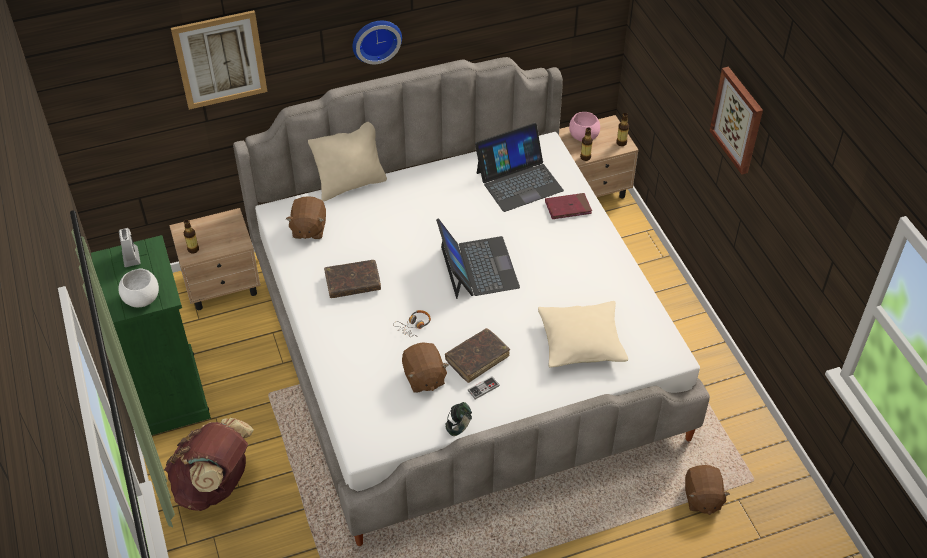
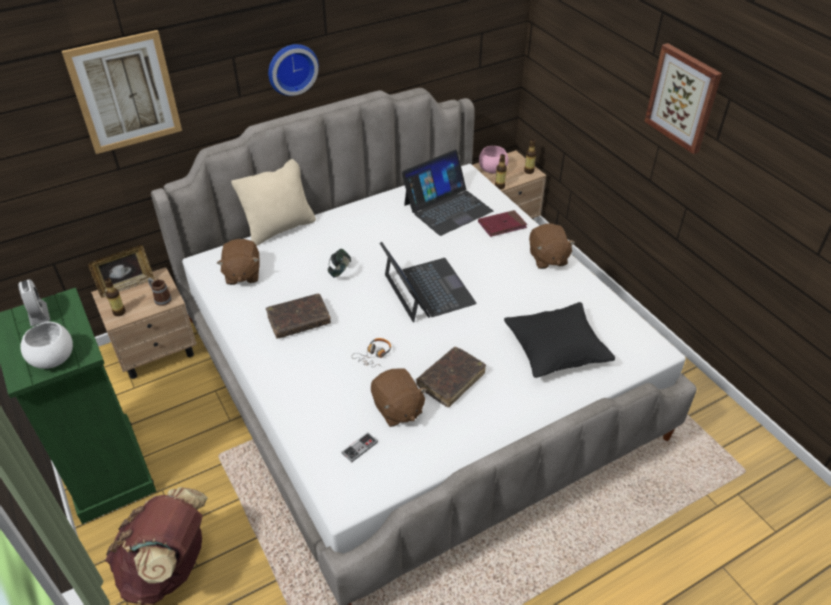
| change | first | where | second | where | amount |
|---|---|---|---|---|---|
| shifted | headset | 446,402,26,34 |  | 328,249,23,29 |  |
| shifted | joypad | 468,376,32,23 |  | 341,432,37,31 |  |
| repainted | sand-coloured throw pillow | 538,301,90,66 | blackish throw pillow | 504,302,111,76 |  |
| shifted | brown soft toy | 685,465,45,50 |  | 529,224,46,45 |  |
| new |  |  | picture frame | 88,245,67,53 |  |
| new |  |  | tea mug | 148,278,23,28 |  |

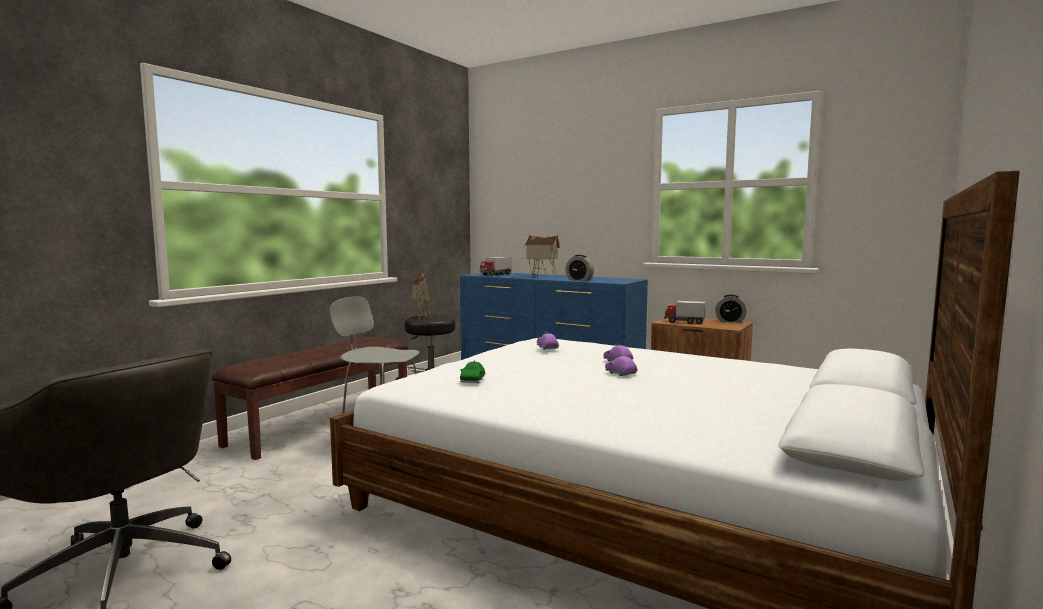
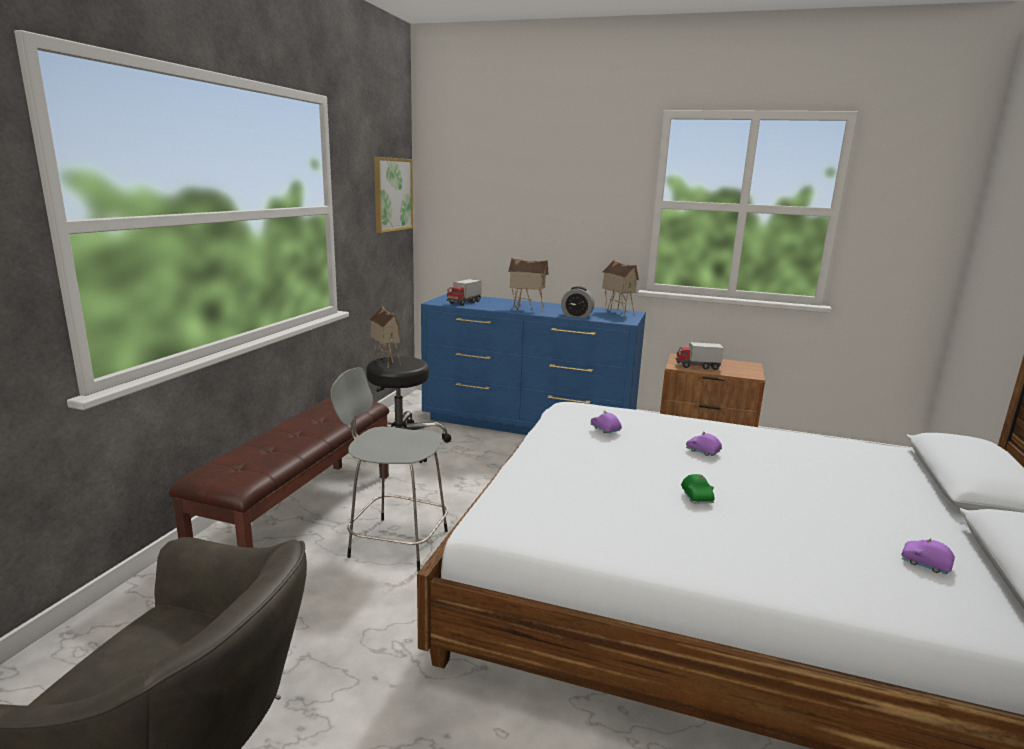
| change | first | where | second | where | amount |
|---|---|---|---|---|---|
| shifted | greenish toy car | 460,360,26,23 |  | 681,474,33,29 |  |
| shifted | purple toy car | 605,354,33,22 |  | 902,538,53,36 |  |
| gone | bedside clock | 715,294,32,29 |  |  |  |
| new |  |  | wall art | 374,157,39,76 |  |
| new |  |  | model house | 602,260,37,56 |  |

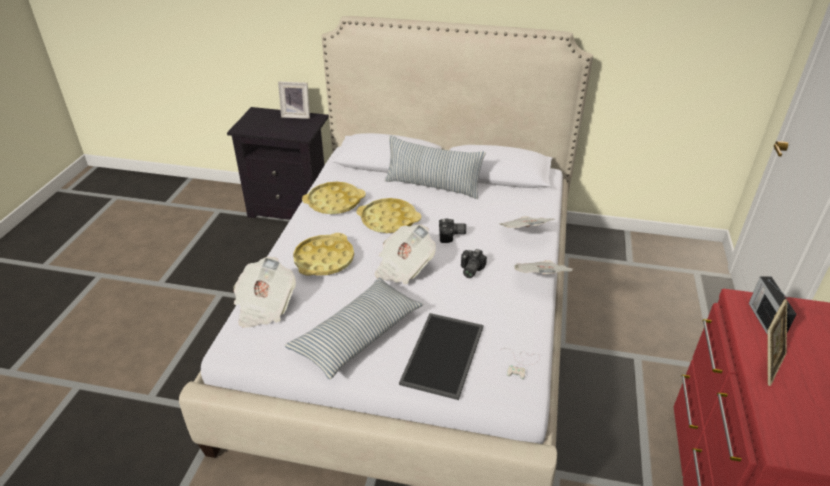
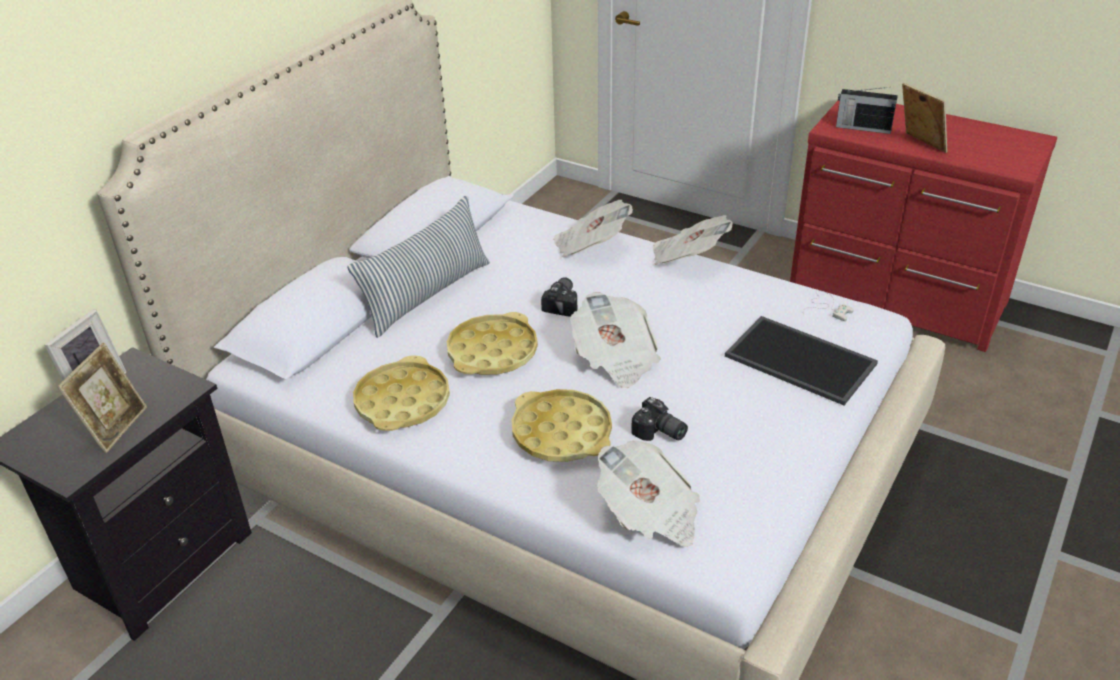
| change | first | where | second | where | amount |
|---|---|---|---|---|---|
| gone | throw pillow | 285,277,139,103 |  |  |  |
| shifted | photo camera | 461,249,26,29 |  | 631,397,57,44 |  |
| new |  |  | picture frame | 57,343,90,110 |  |

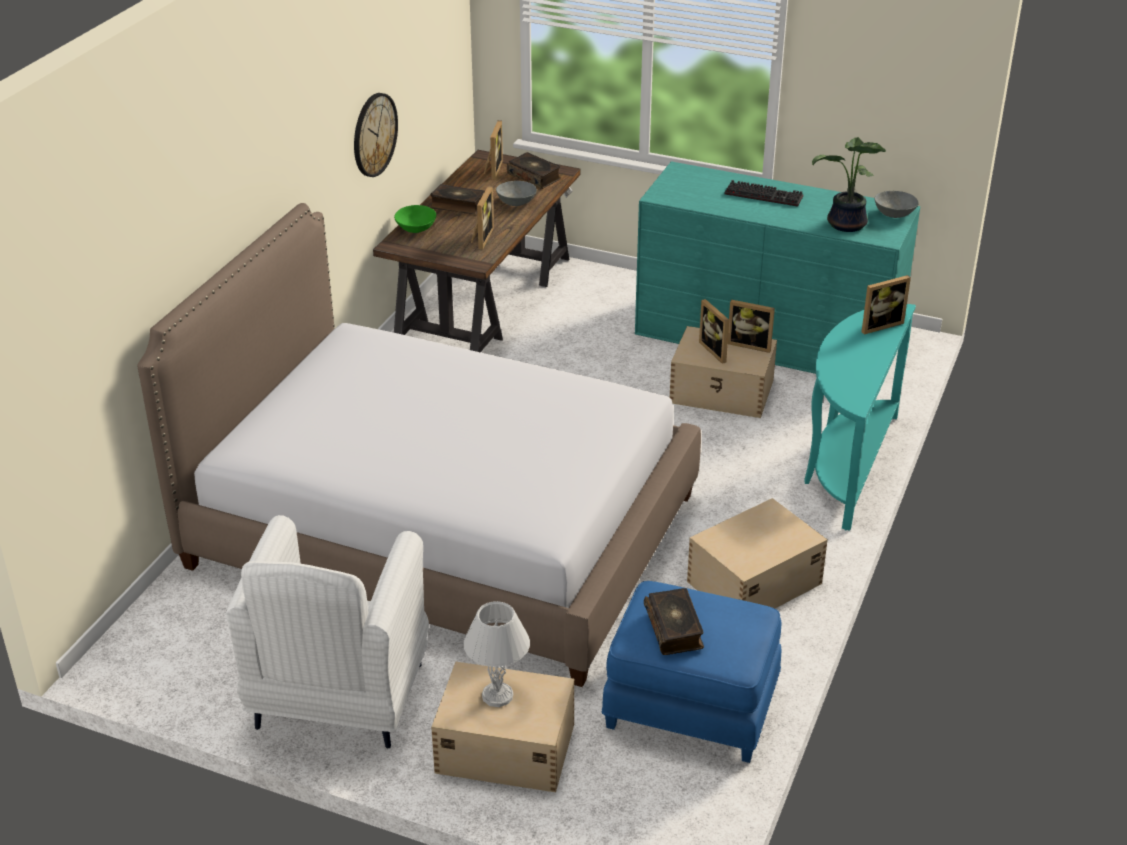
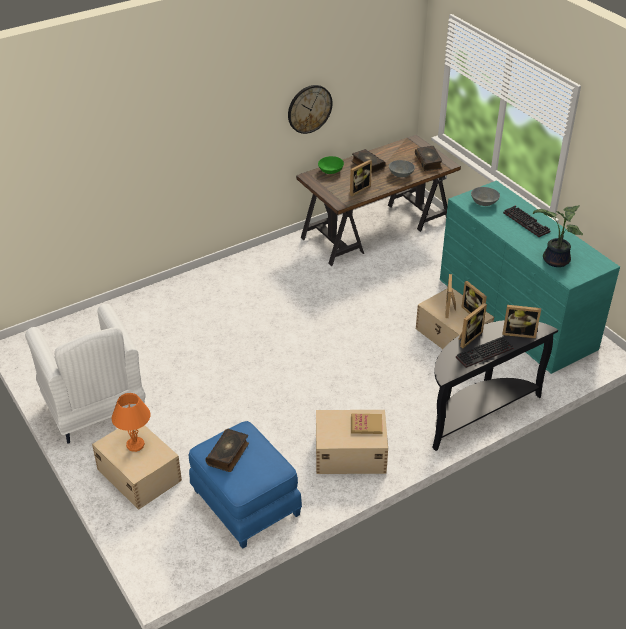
| change | first | where | second | where | amount |
|---|---|---|---|---|---|
| gone | bed | 138,203,563,484 |  |  |  |
| rotated | whitish easy chair | 226,515,203,233 |  | 25,303,121,141 | 75 degrees counterclockwise |
| repainted | whitish table lamp | 463,601,67,106 | orange-coloured table lamp | 111,393,40,59 |  |
| shifted | picture frame | 484,120,19,59 |  | 459,303,28,45 |  |
| repainted | blue-green narrow table | 804,304,112,227 | blackish narrow table | 432,320,126,131 |  |
| shifted | grey bowl | 874,191,45,27 |  | 471,187,29,19 |  |
| new |  |  | book | 351,414,32,20 |  |
| new |  |  | PC keyboard | 456,336,57,32 |  |

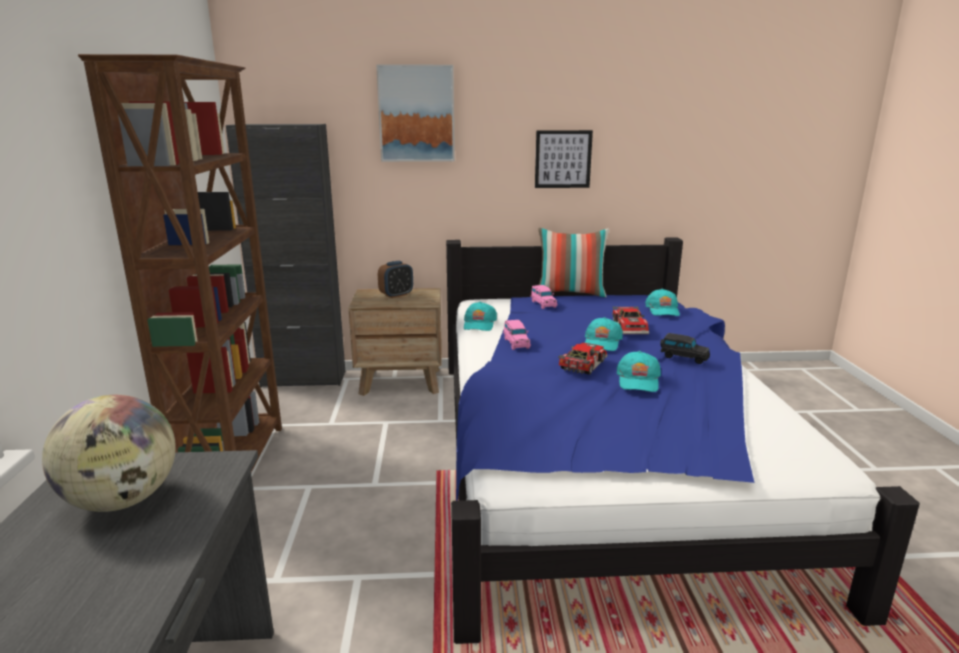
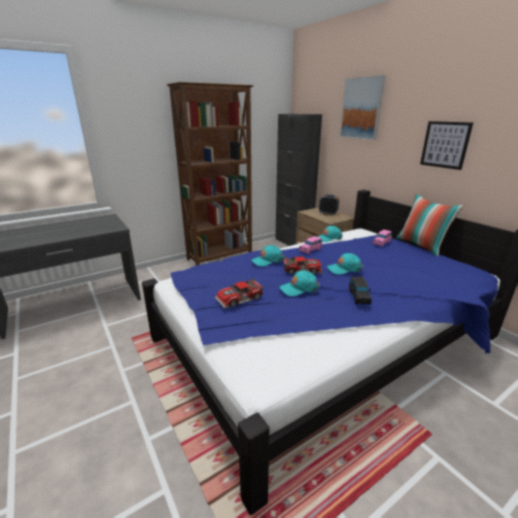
| change | first | where | second | where | amount |
|---|---|---|---|---|---|
| gone | desk globe | 42,395,134,117 |  |  |  |
| shifted | toy car | 612,306,37,28 |  | 215,278,50,31 |  |
| shifted | blue-green cap | 645,289,35,27 |  | 251,245,33,22 |  |

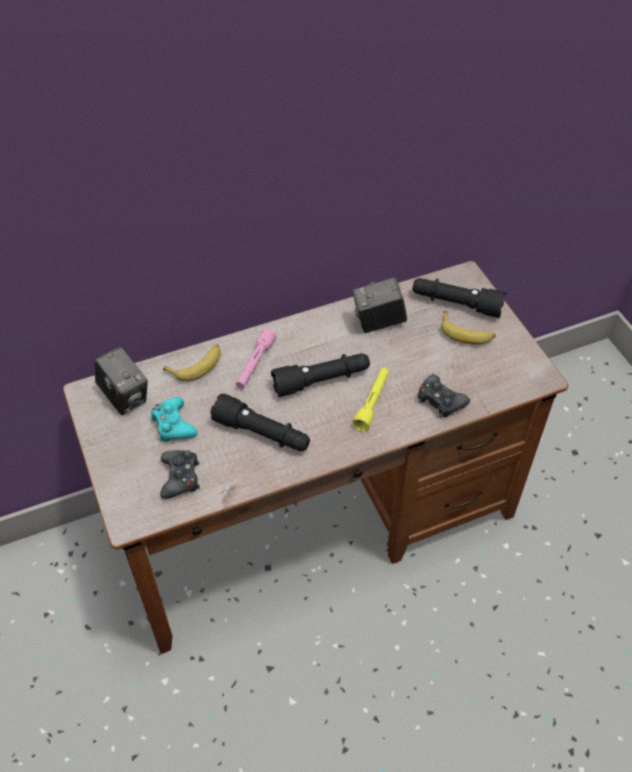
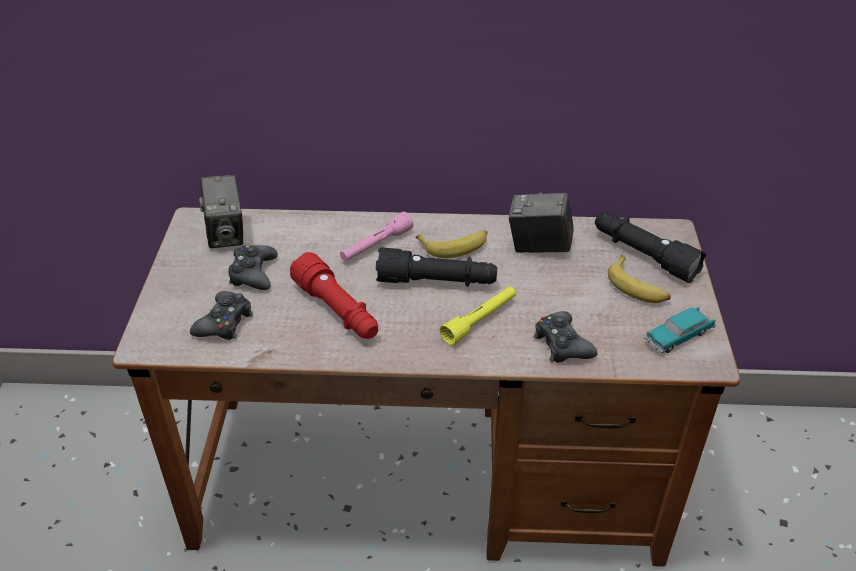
| change | first | where | second | where | amount |
|---|---|---|---|---|---|
| repainted | blue-green joypad | 151,397,46,45 | blackish joypad | 229,245,49,45 |  |
| shifted | whole banana | 163,344,58,38 |  | 416,230,72,28 |  |
| repainted | blackish flashlight | 210,394,100,57 | red-coloured flashlight | 290,252,88,87 |  |
| new |  |  | toy car | 644,307,72,46 |  |

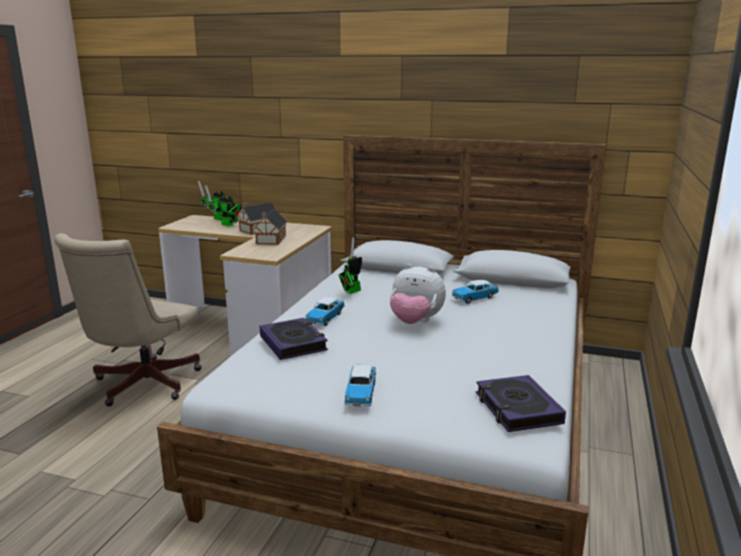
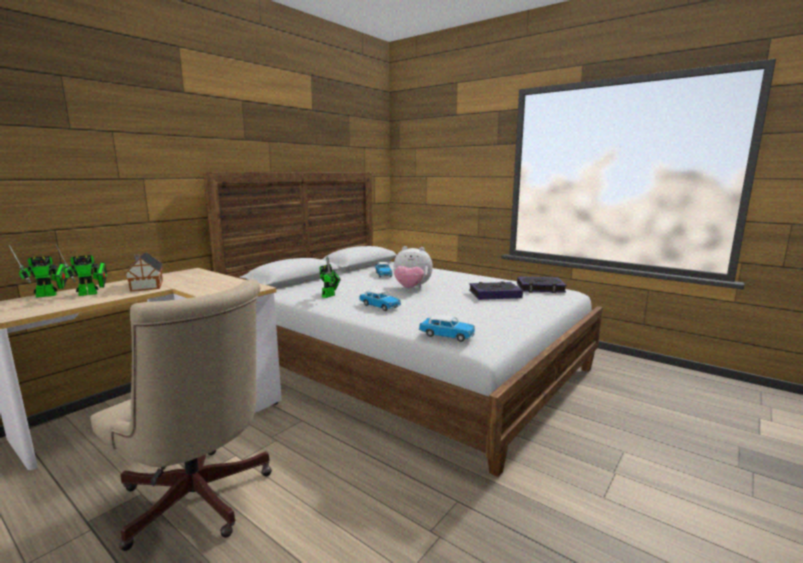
| change | first | where | second | where | amount |
|---|---|---|---|---|---|
| gone | model house | 254,209,33,36 |  |  |  |
| shifted | book | 260,318,68,42 |  | 469,281,54,19 |  |
| rotated | robot figure | 339,237,23,57 |  | 320,256,21,42 | 120 degrees counterclockwise |
| shifted | toy car | 344,365,32,41 |  | 419,315,56,27 |  |
| rotated | soft toy | 390,264,56,60 |  | 394,246,39,43 | 60 degrees clockwise |

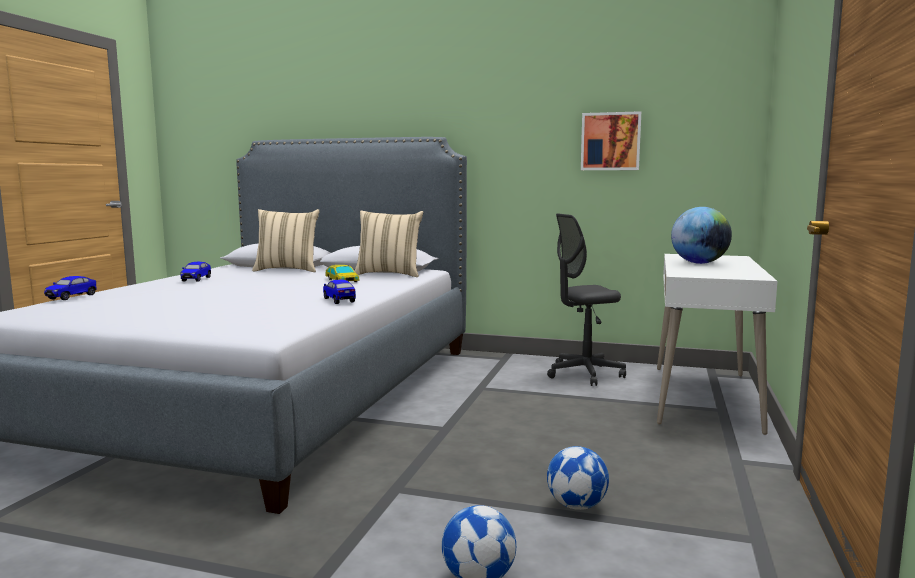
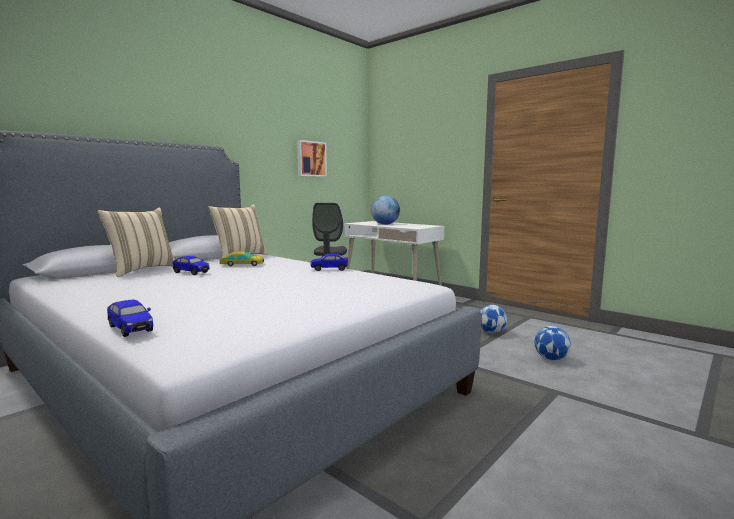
| change | first | where | second | where | amount |
|---|---|---|---|---|---|
| shifted | toy car | 181,262,30,20 |  | 172,256,38,19 |  |

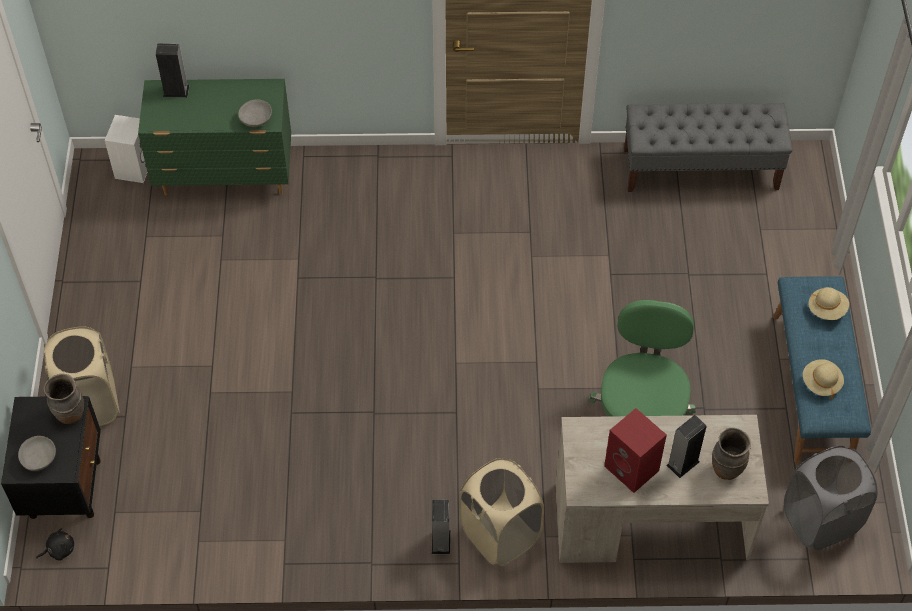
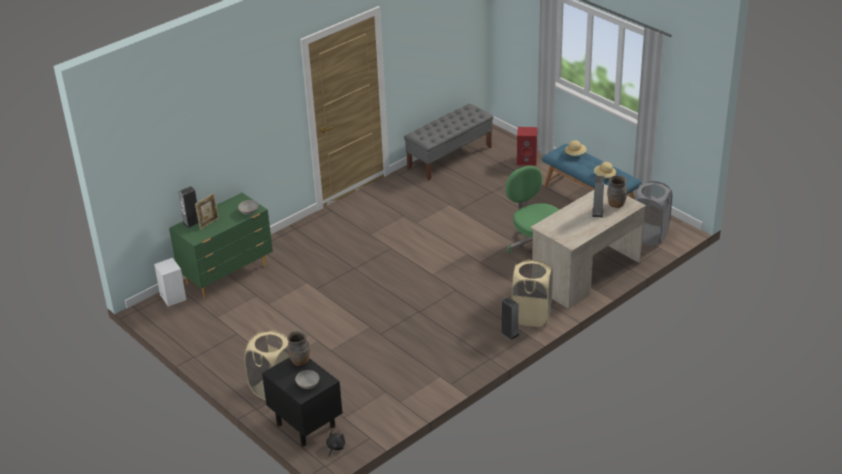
| change | first | where | second | where | amount |
|---|---|---|---|---|---|
| shifted | red-coloured speaker | 604,408,63,85 |  | 517,127,20,39 |  |
| new |  |  | picture frame | 195,193,24,36 |  |

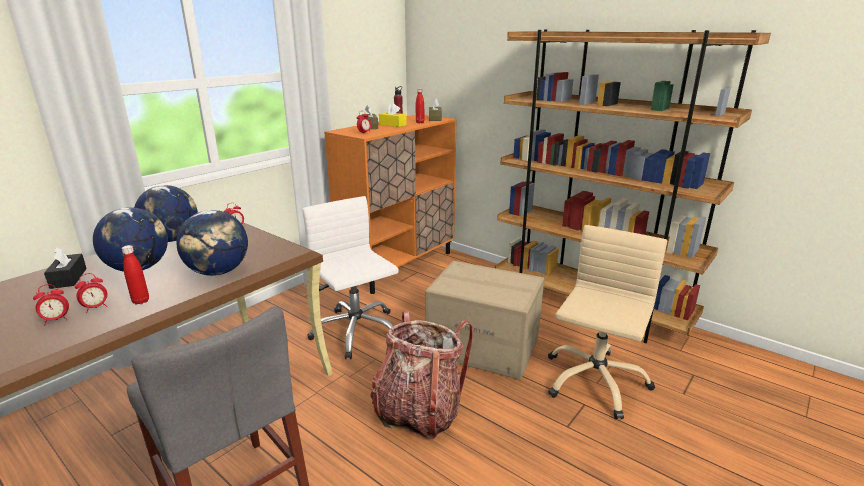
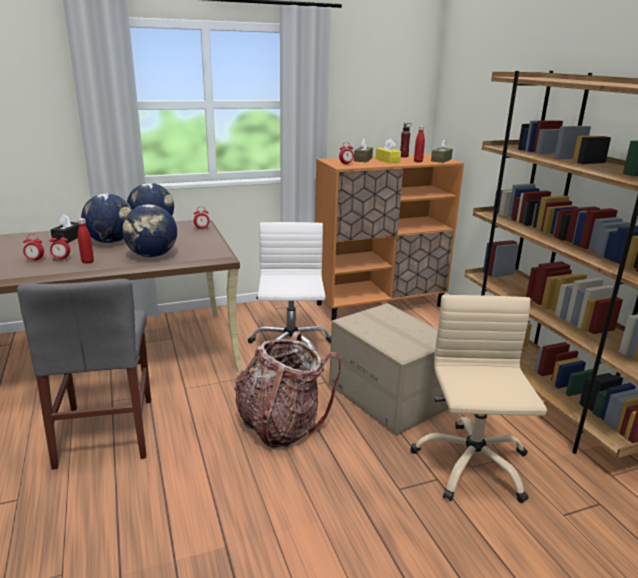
| change | first | where | second | where | amount |
|---|---|---|---|---|---|
| rotated | sand-coloured computer chair | 548,225,119,194 |  | 410,295,137,208 | 60 degrees counterclockwise |

